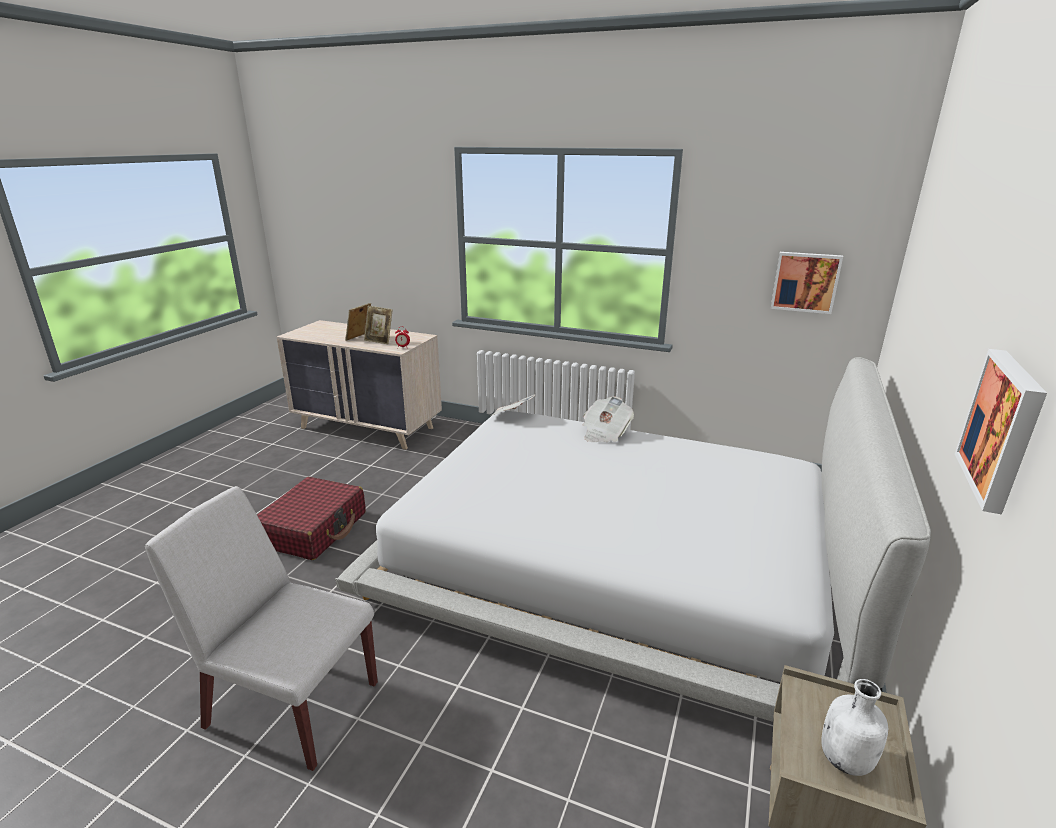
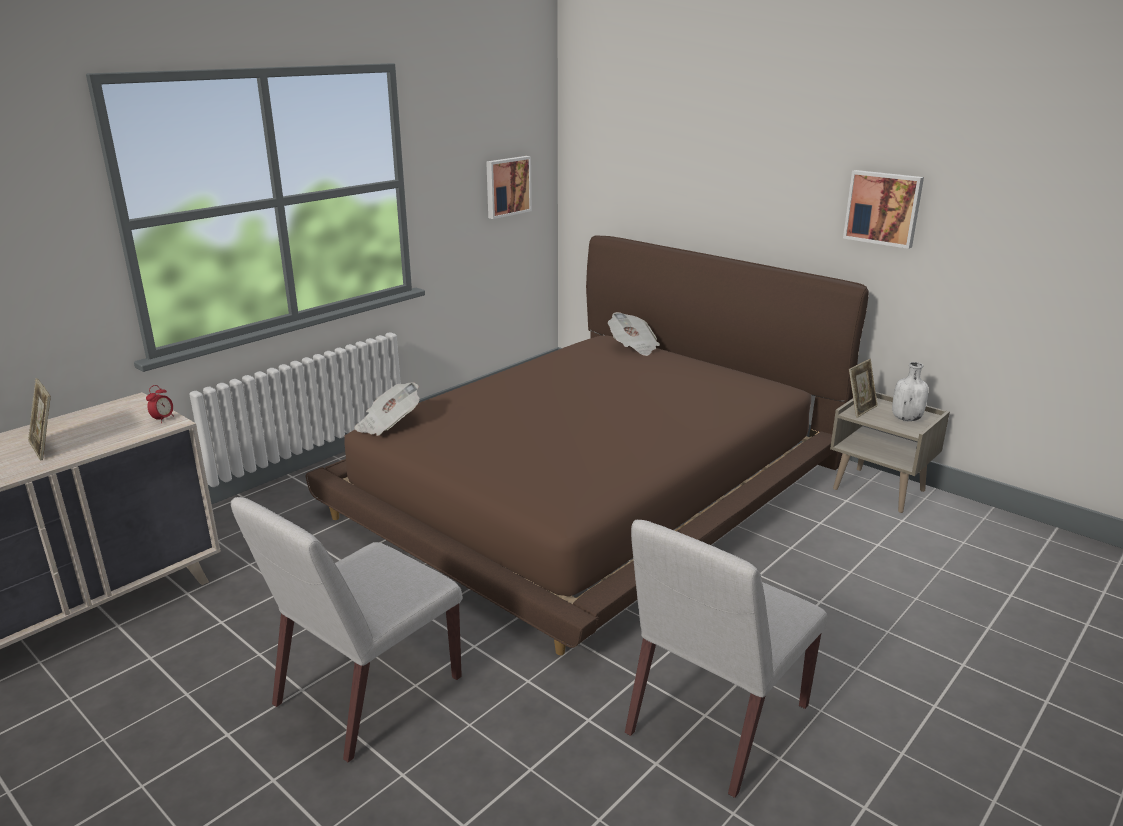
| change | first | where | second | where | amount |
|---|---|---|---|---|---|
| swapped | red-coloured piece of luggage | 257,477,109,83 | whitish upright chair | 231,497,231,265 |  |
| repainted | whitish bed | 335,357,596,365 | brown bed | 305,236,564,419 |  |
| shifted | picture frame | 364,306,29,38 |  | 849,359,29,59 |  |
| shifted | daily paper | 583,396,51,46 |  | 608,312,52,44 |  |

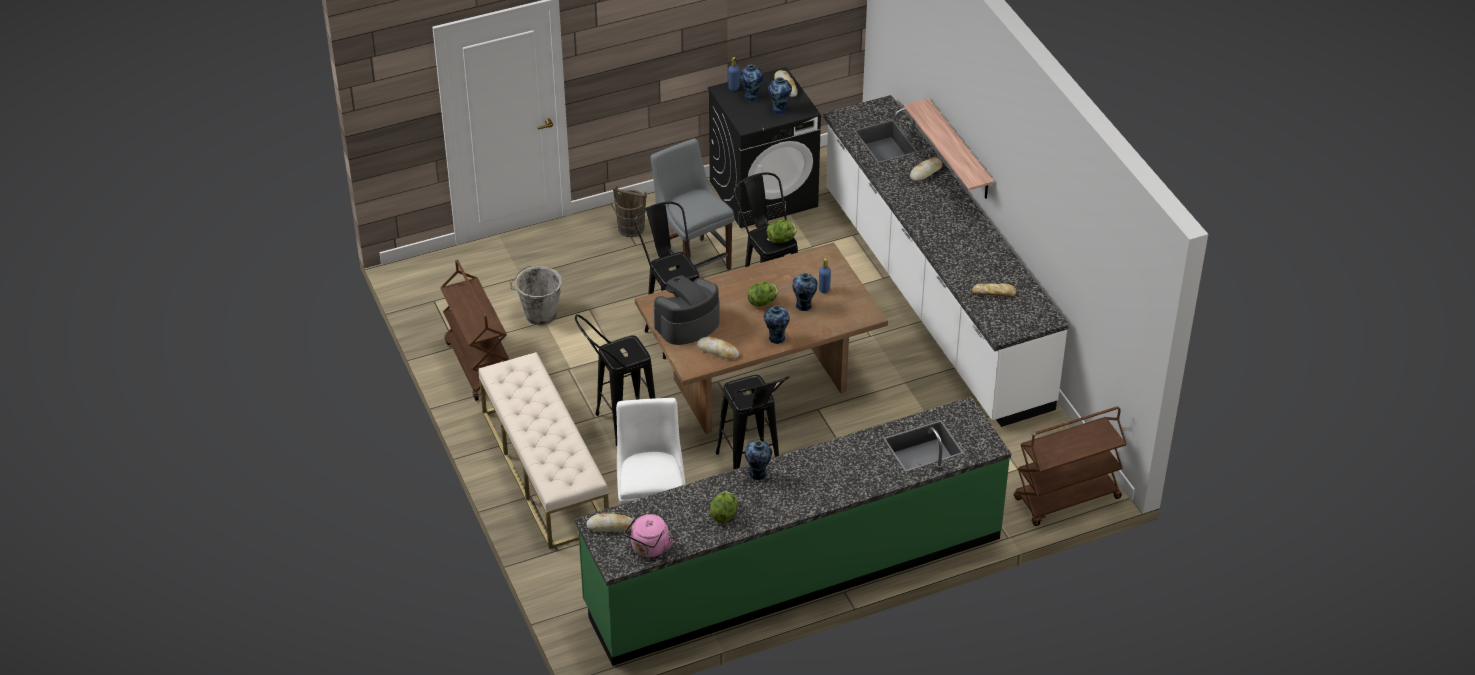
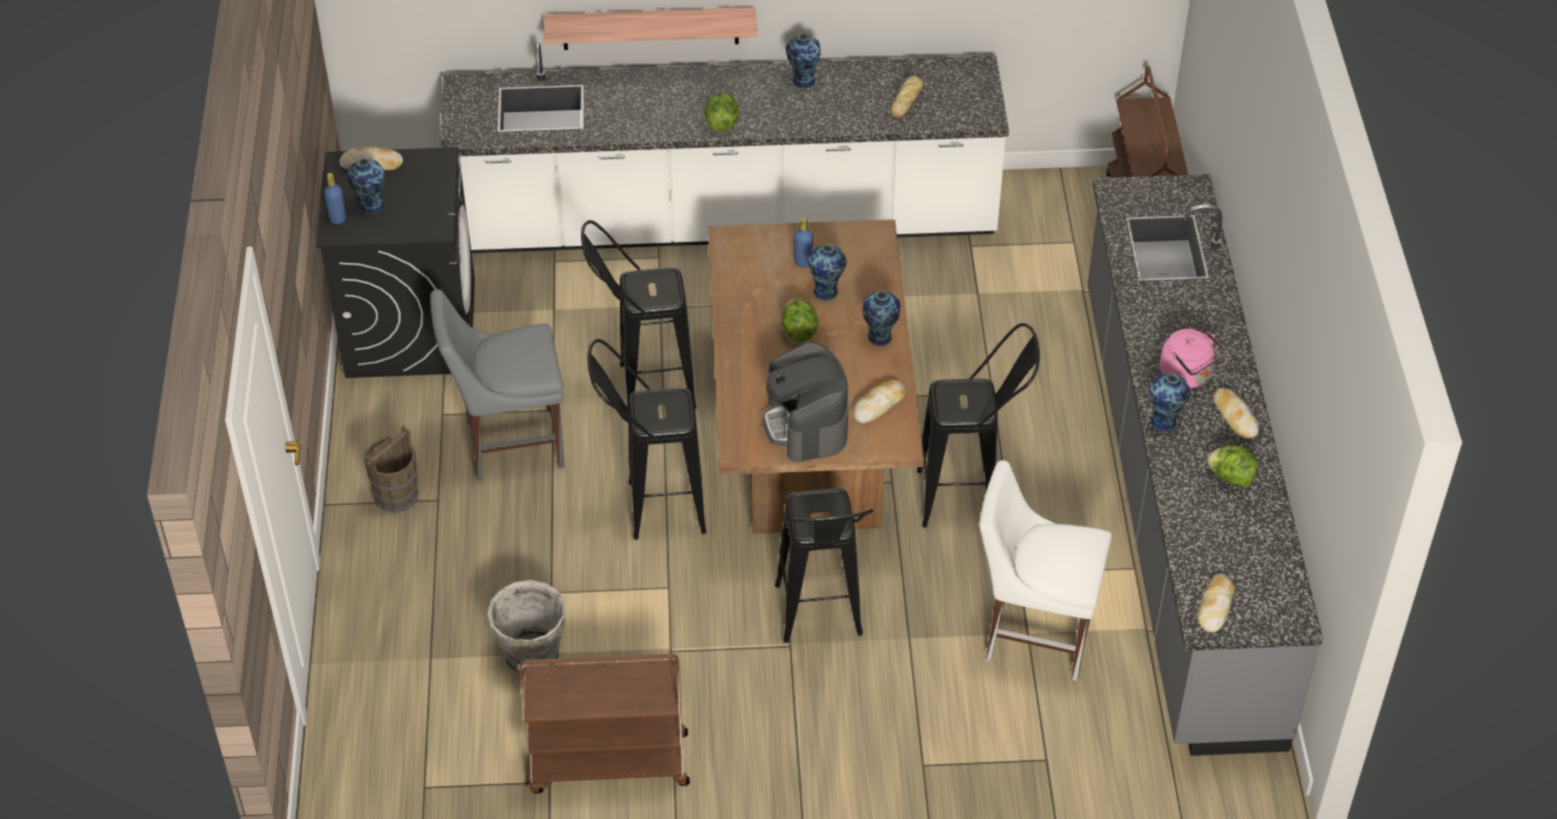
| change | first | where | second | where | amount |
|---|---|---|---|---|---|
| gone | sand-coloured bench | 479,352,130,197 |  |  |  |
| repainted | greenish kitchen counter | 575,397,436,269 | grey kitchen counter | 1087,174,236,582 |  |
| shifted | pink-coloured kettle | 624,514,49,43 |  | 1160,329,66,59 |  |
| shifted | head of lettuce | 767,220,30,23 |  | 704,92,35,40 |  |
| shifted | decorative vase | 768,77,24,38 |  | 786,33,35,55 |  |
| shifted | baked bread | 910,158,32,23 |  | 1213,388,46,51 |  |

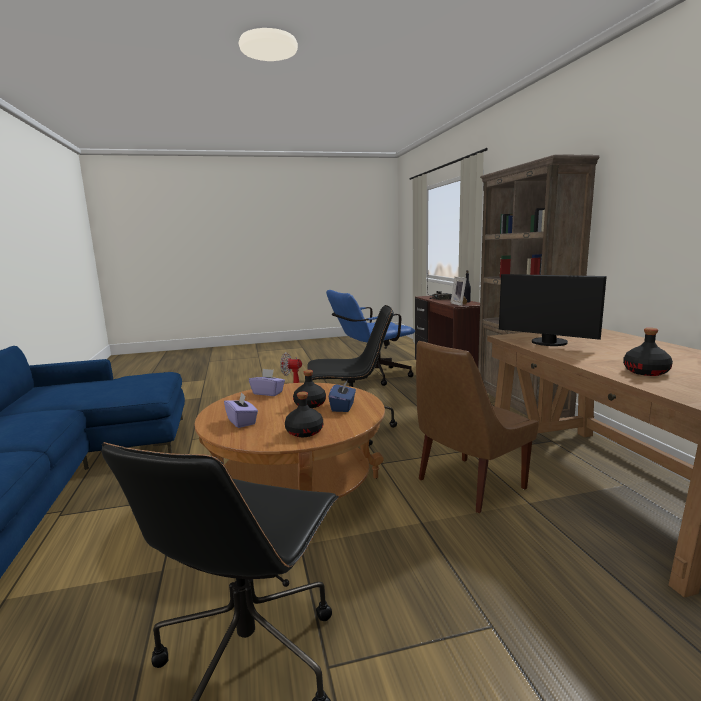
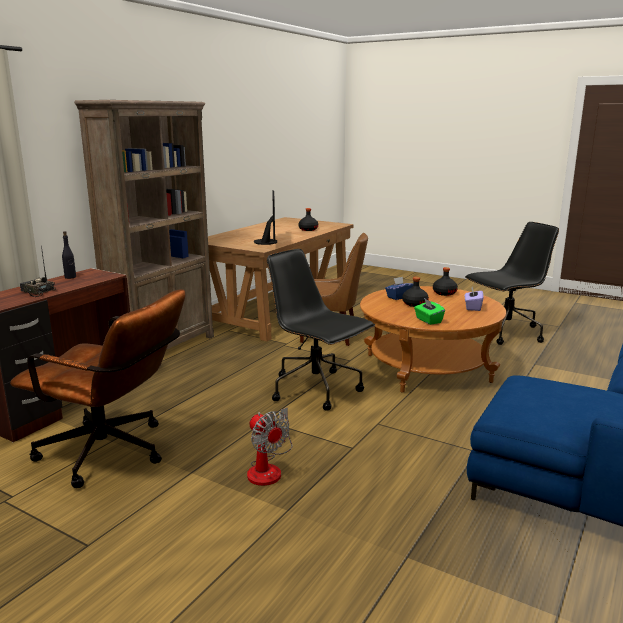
| change | first | where | second | where | amount |
|---|---|---|---|---|---|
| repainted | purple tissue holder | 249,369,36,27 | greenish tissue holder | 414,298,31,27 |  |
| repainted | blue-coloured computer chair | 326,290,89,96 | brown computer chair | 10,289,175,199 |  |
| gone | picture frame | 451,277,16,29 |  |  |  |

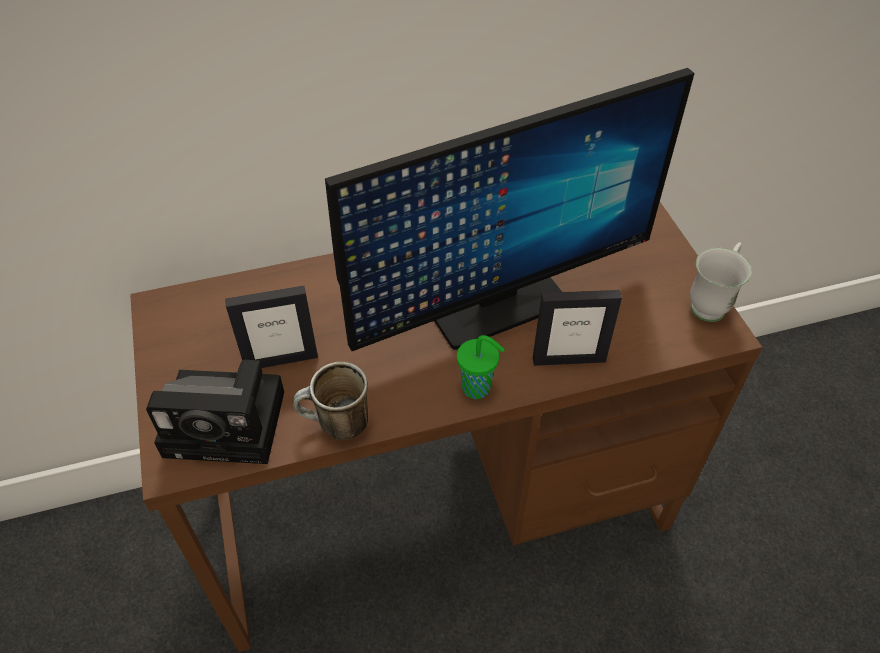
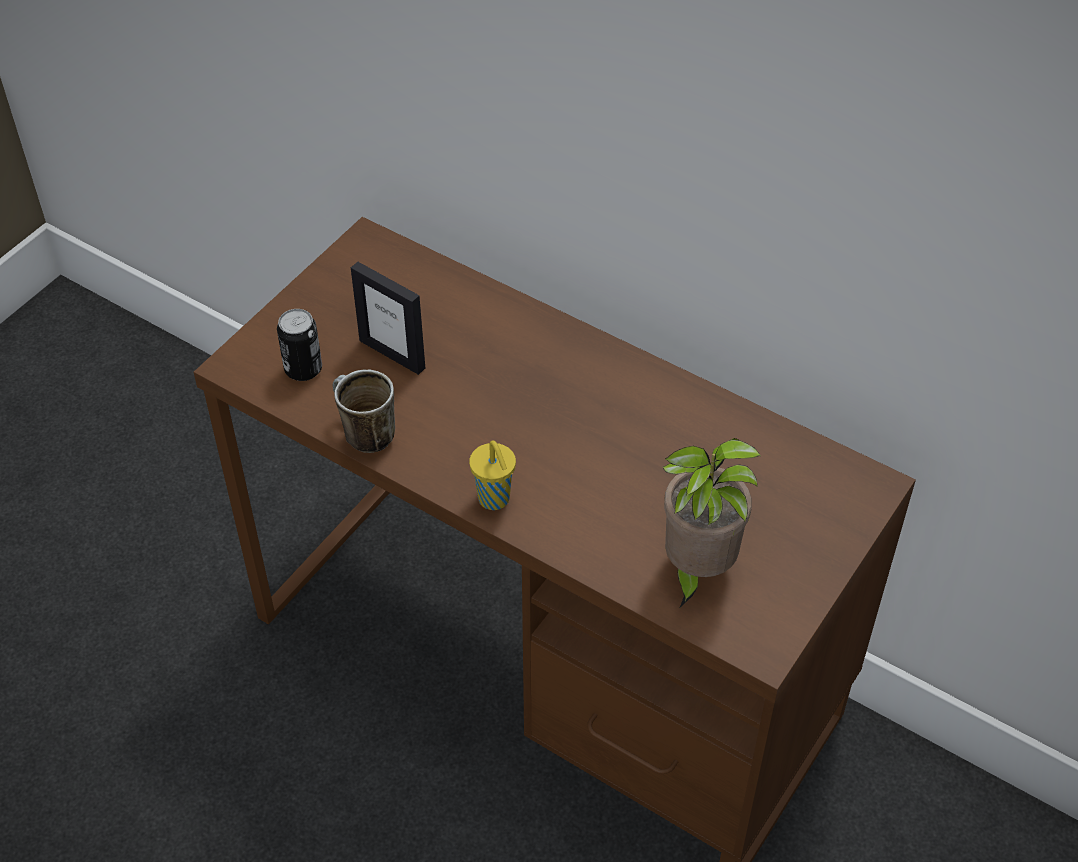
| change | first | where | second | where | amount |
|---|---|---|---|---|---|
| swapped | photo camera | 146,359,138,105 | metal can | 277,309,45,72 |  |
| gone | monitor | 325,68,370,283 |  |  |  |
| repainted | greenish small cup | 457,335,48,64 | yellow-coloured small cup | 469,441,47,69 |  |
| gone | picture frame | 533,290,89,76 |  |  |  |
| gone | whitish tea mug | 690,242,62,80 |  |  |  |
| new |  |  | plant in a pot | 663,438,98,169 |  |

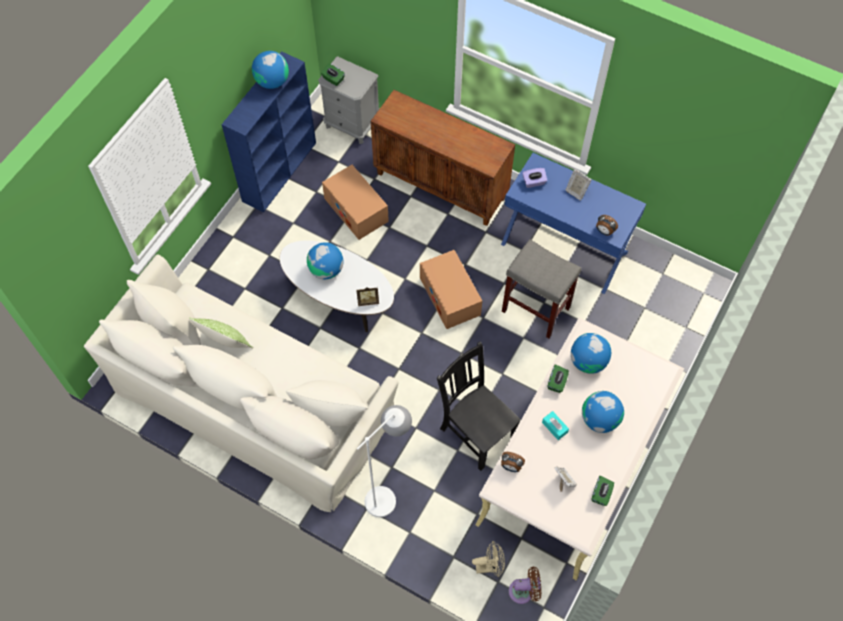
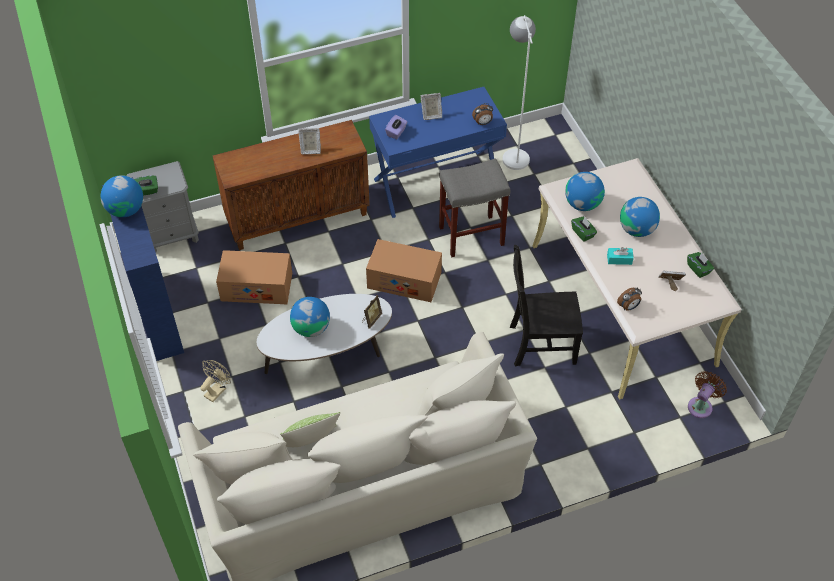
| change | first | where | second | where | amount |
|---|---|---|---|---|---|
| shifted | whitish floor lamp | 357,405,55,112 |  | 502,15,34,155 |  |
| shifted | sand-coloured cooling fan | 472,541,33,36 |  | 200,360,31,42 |  |
| new |  |  | picture frame | 298,128,23,27 |  |

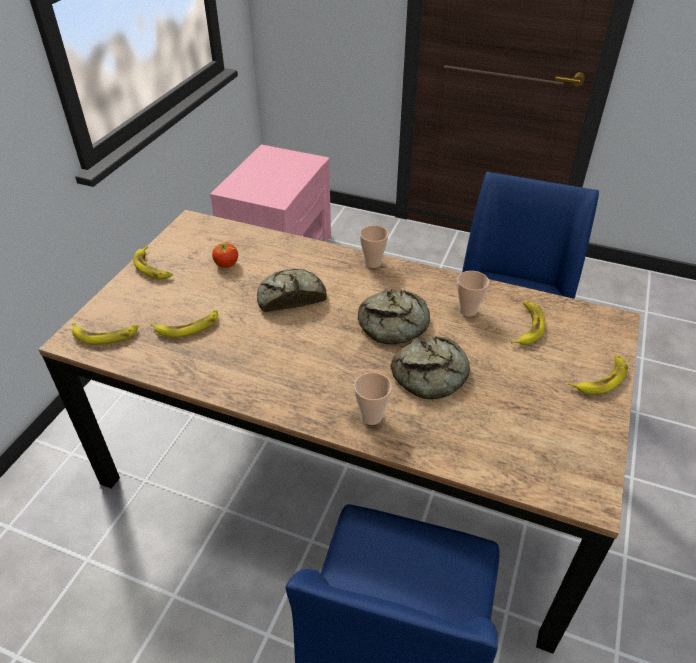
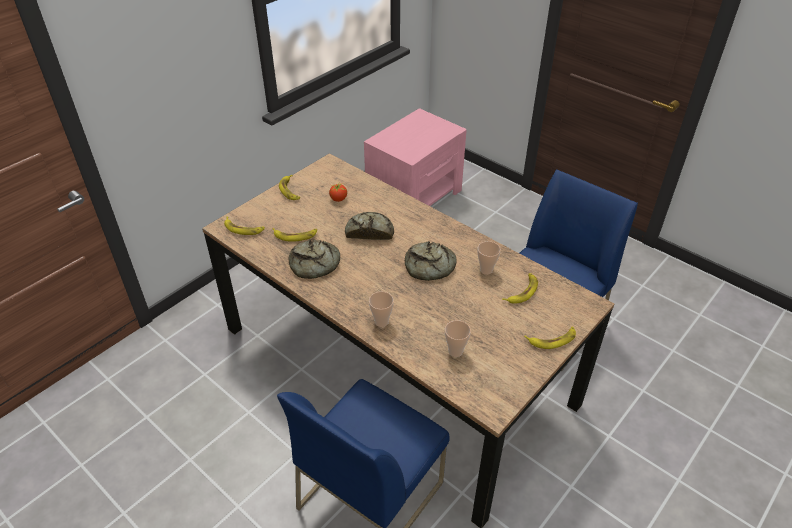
| change | first | where | second | where | amount |
|---|---|---|---|---|---|
| shifted | small cup | 360,225,29,43 |  | 445,320,26,37 |  |
| shifted | baked bread | 390,336,80,63 |  | 289,240,51,39 |  |

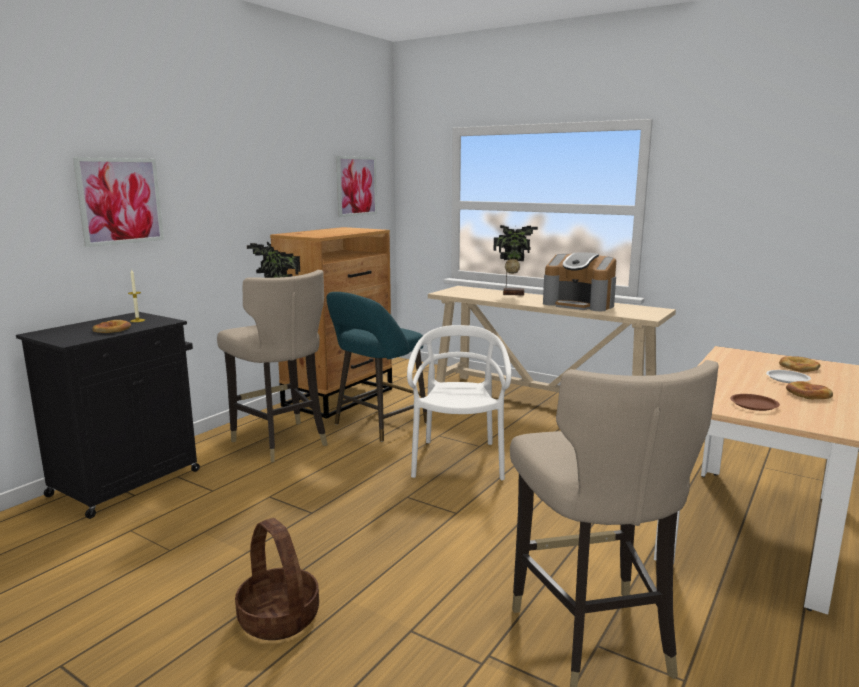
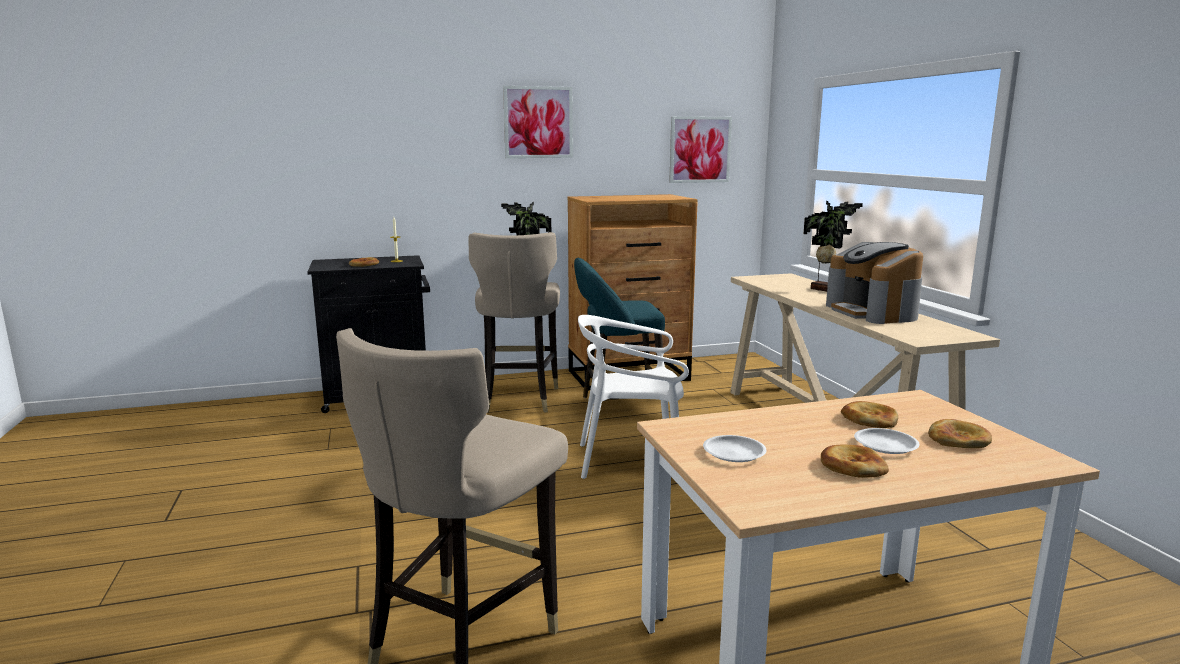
| change | first | where | second | where | amount |
|---|---|---|---|---|---|
| shifted | wall art | 73,157,91,90 |  | 503,86,70,72 |  |
| gone | household basket | 235,518,84,122 |  |  |  |
| rotated | whitish upright chair | 407,325,104,155 |  | 578,315,111,164 | 135 degrees counterclockwise |
| repainted | brown dinner plate | 730,394,50,17 | whitish dinner plate | 703,435,63,27 |  |
| new |  |  | baked bread | 841,401,57,27 |  |

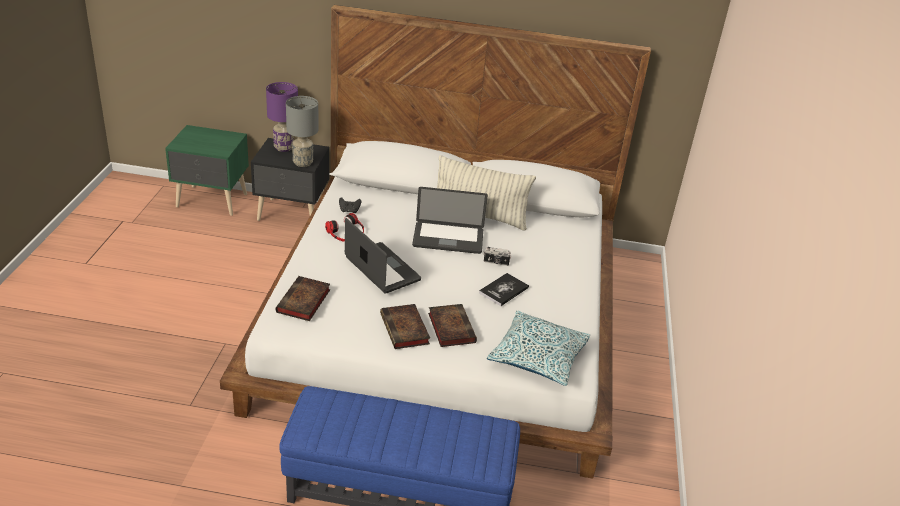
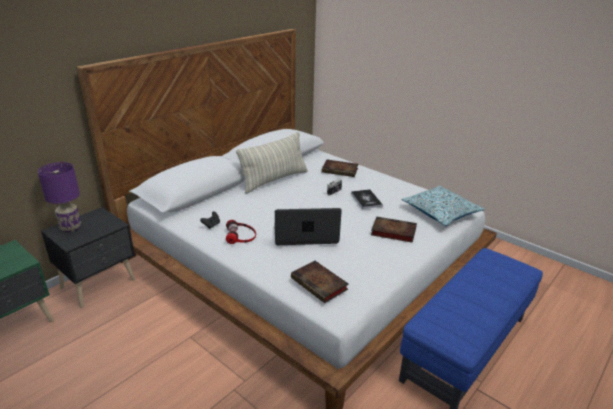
| change | first | where | second | where | amount |
|---|---|---|---|---|---|
| gone | grey table lamp | 286,96,32,71 |  |  |  |
| shifted | book | 380,304,50,45 |  | 322,160,36,17 |  |
| gone | notebook computer | 412,187,76,67 |  |  |  |

